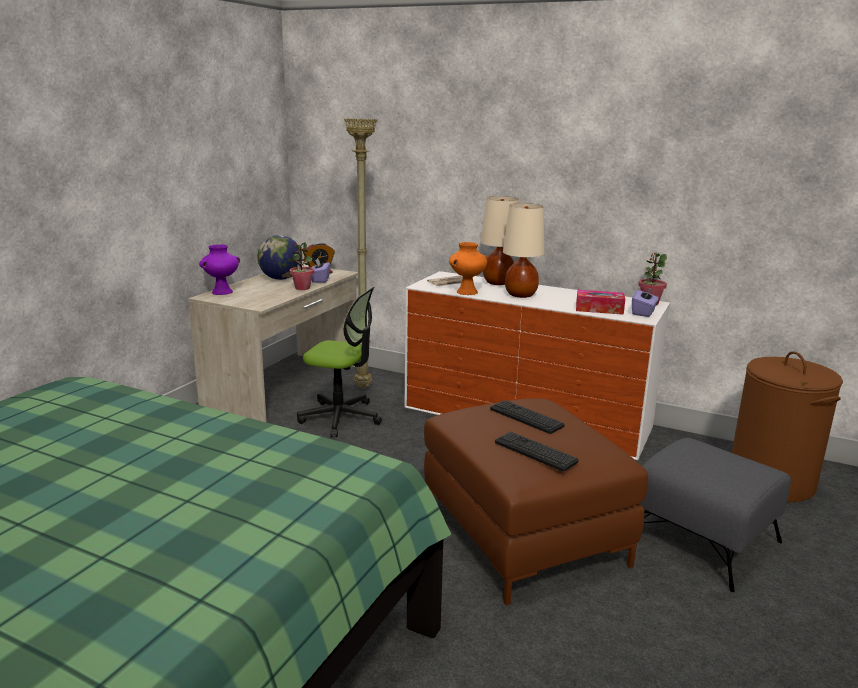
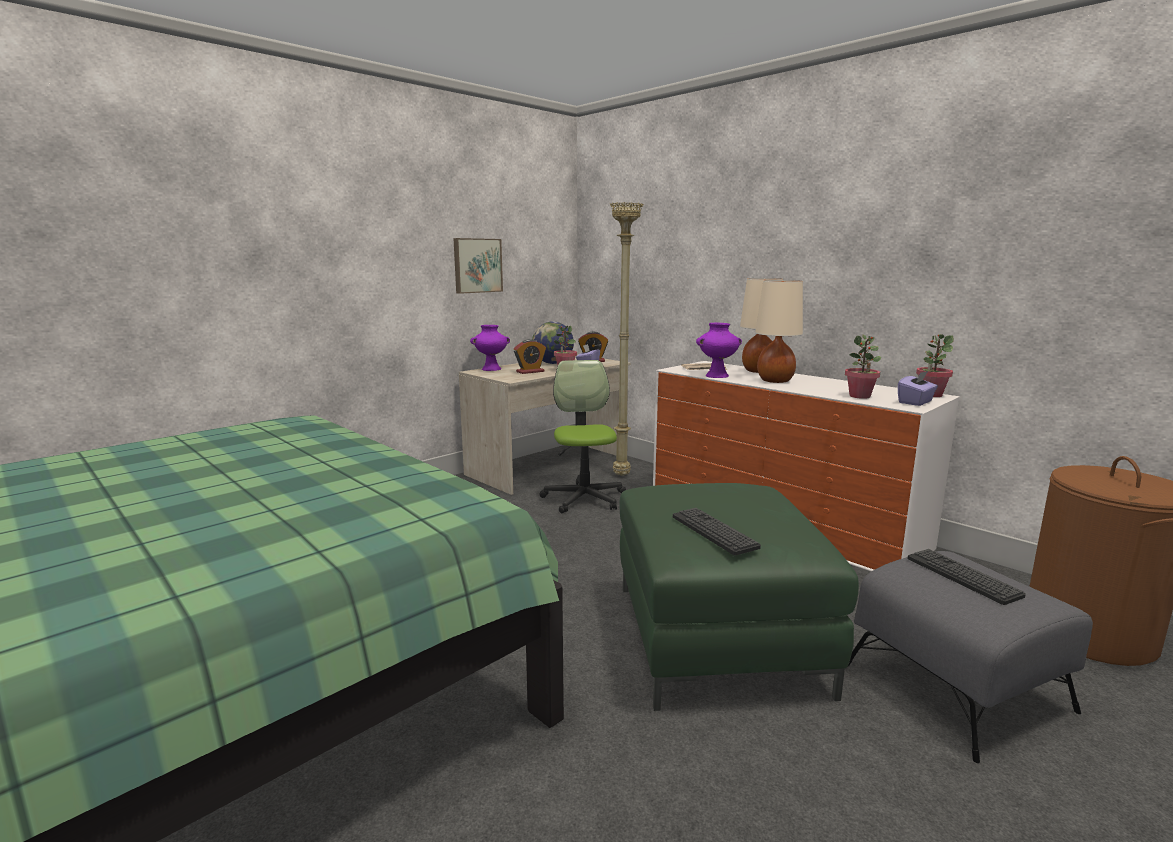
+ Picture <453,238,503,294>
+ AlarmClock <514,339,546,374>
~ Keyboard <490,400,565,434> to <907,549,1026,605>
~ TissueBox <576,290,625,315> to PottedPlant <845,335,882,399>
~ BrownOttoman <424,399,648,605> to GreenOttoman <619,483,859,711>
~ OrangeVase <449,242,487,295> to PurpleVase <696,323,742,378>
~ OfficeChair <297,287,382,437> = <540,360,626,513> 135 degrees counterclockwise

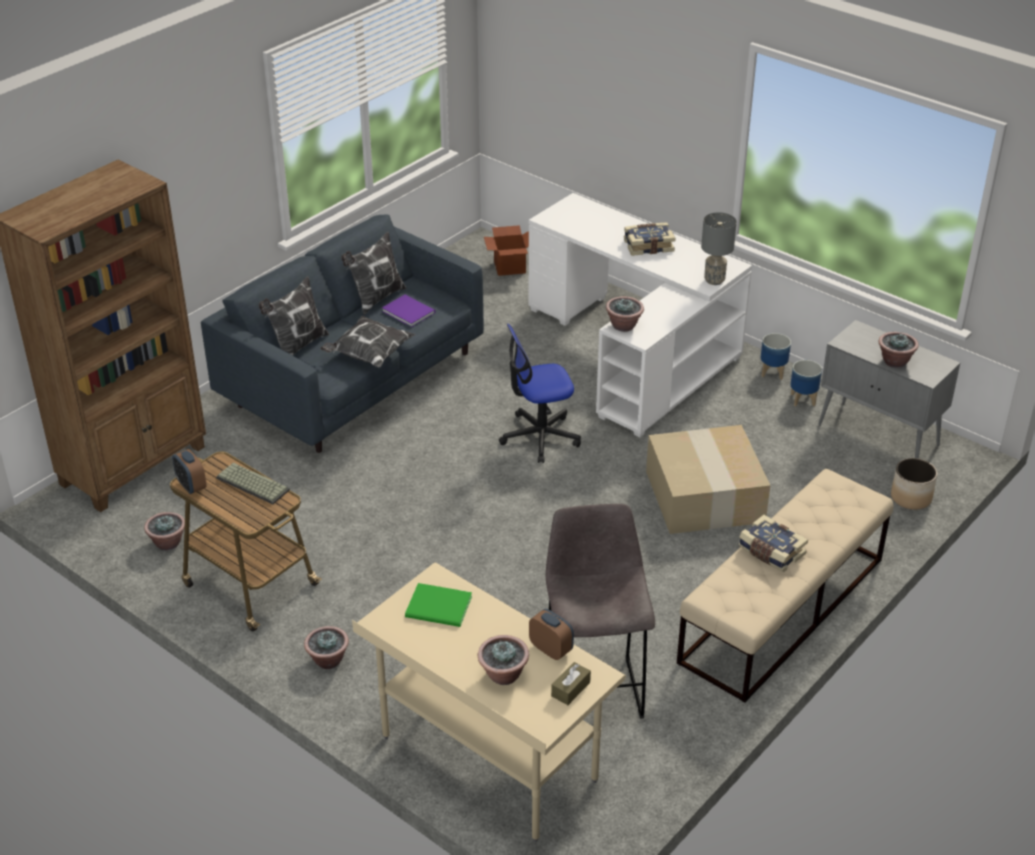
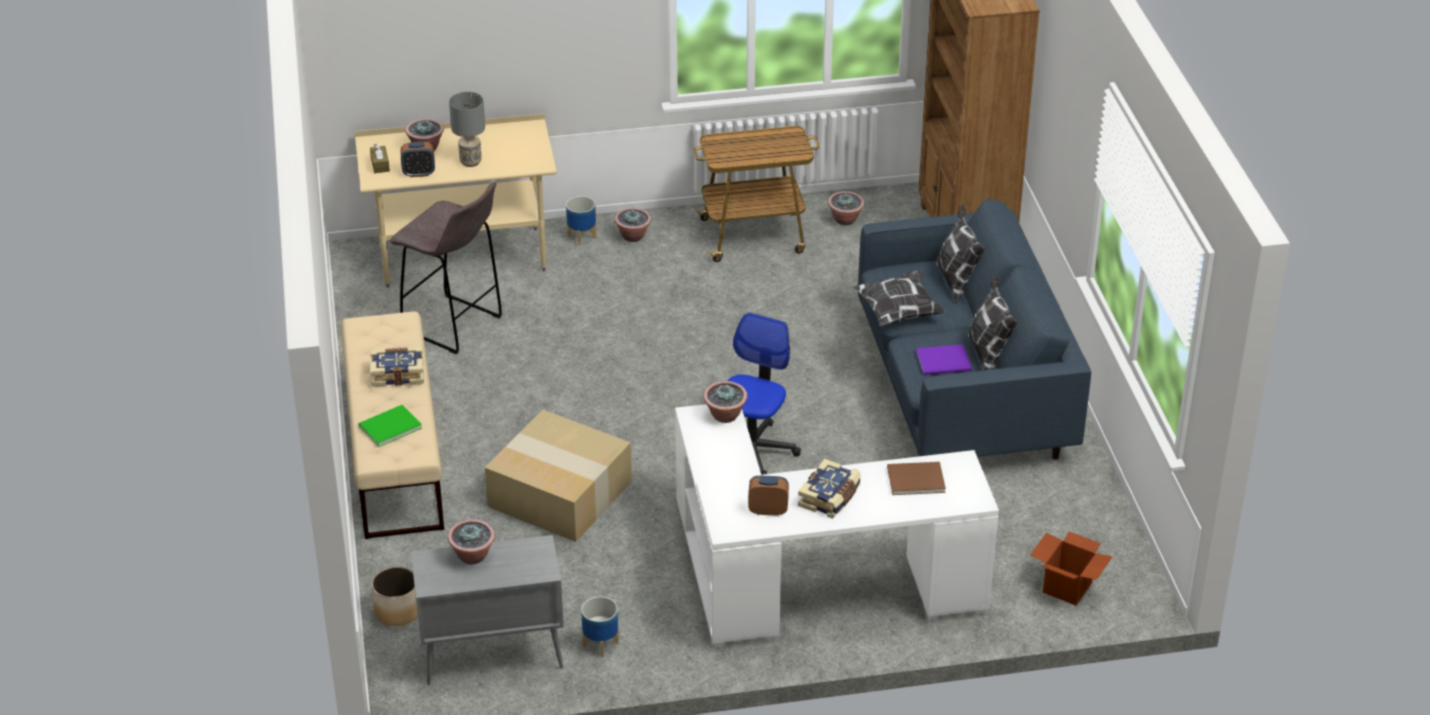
- Keyboard <216,463,290,504>
+ BrownBook <887,462,946,495>
~ AlarmClock <172,449,207,494> to <748,476,789,516>
~ GreenBook <405,583,472,627> to <358,405,422,447>
~ GreyTableLamp <701,212,737,285> to <449,92,485,167>
~ Planter <760,333,791,380> to <566,196,596,245>

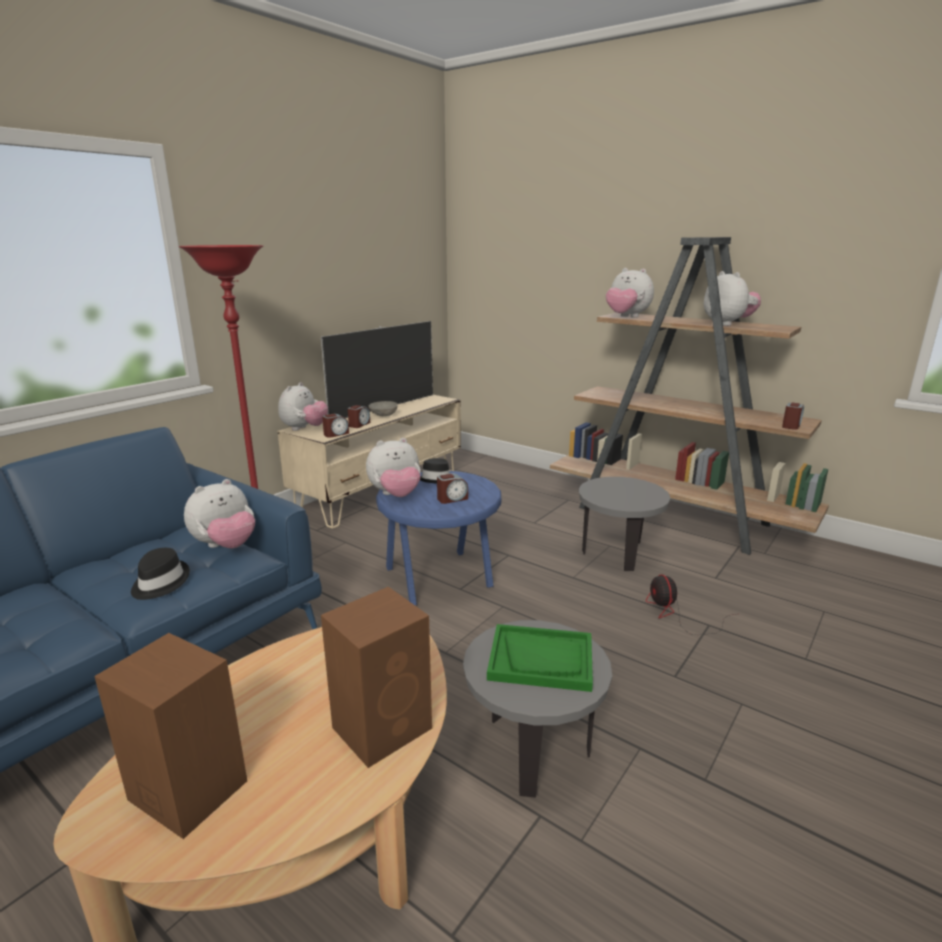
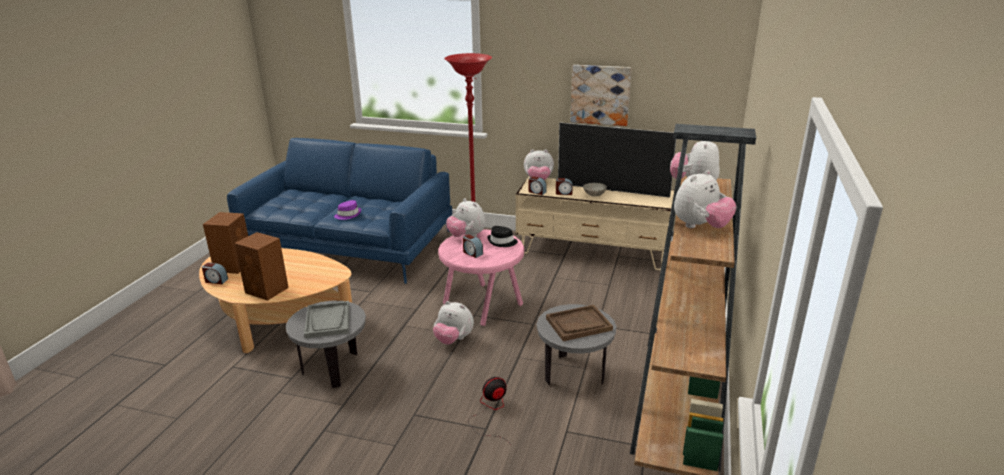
+ BrownTray <546,305,613,341>
+ Picture <570,65,632,126>
~ PlushToy <184,479,255,548> to <433,301,474,345>
~ AlarmClock <782,402,804,430> to <202,263,228,284>
~ BlackHat <131,548,190,600> to PurpleHat <334,200,361,220>
~ BlueSideTable <376,471,501,605> to PinkSideTable <438,230,524,326>
~ GreenTray <487,624,593,692> to GreyTray <304,301,349,338>

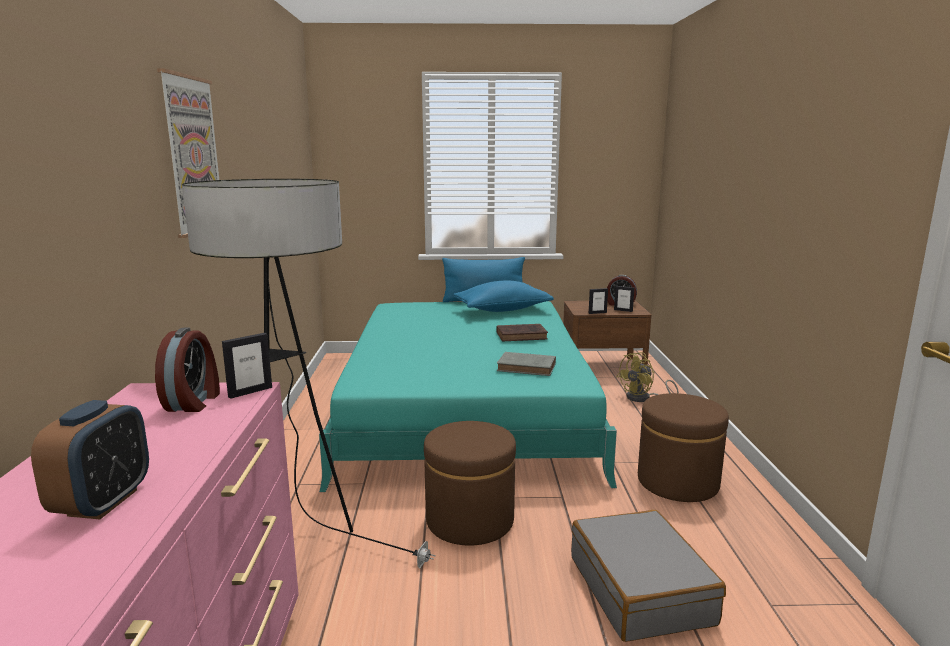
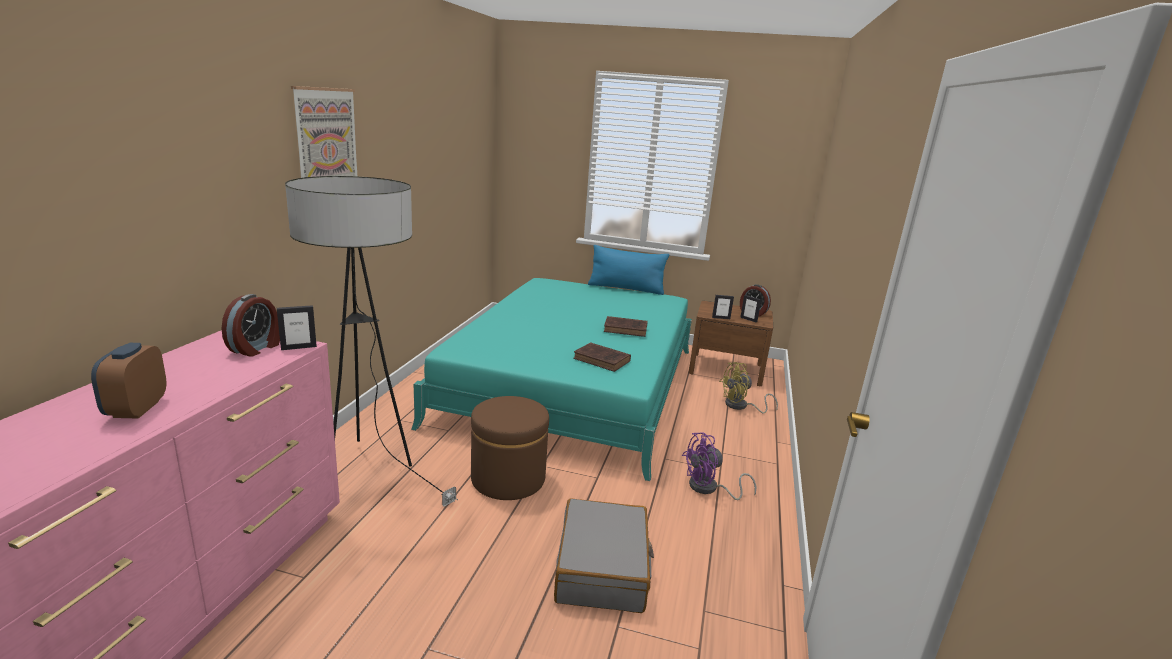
- BluePillow <453,280,554,312>
~ BrownOttoman <638,393,729,502> to PurpleFan <682,433,757,500>
~ GreyBook <497,352,556,376> to BrownBook <573,342,631,372>
~ AlarmClock <31,400,149,519> = <91,343,166,419> 150 degrees clockwise

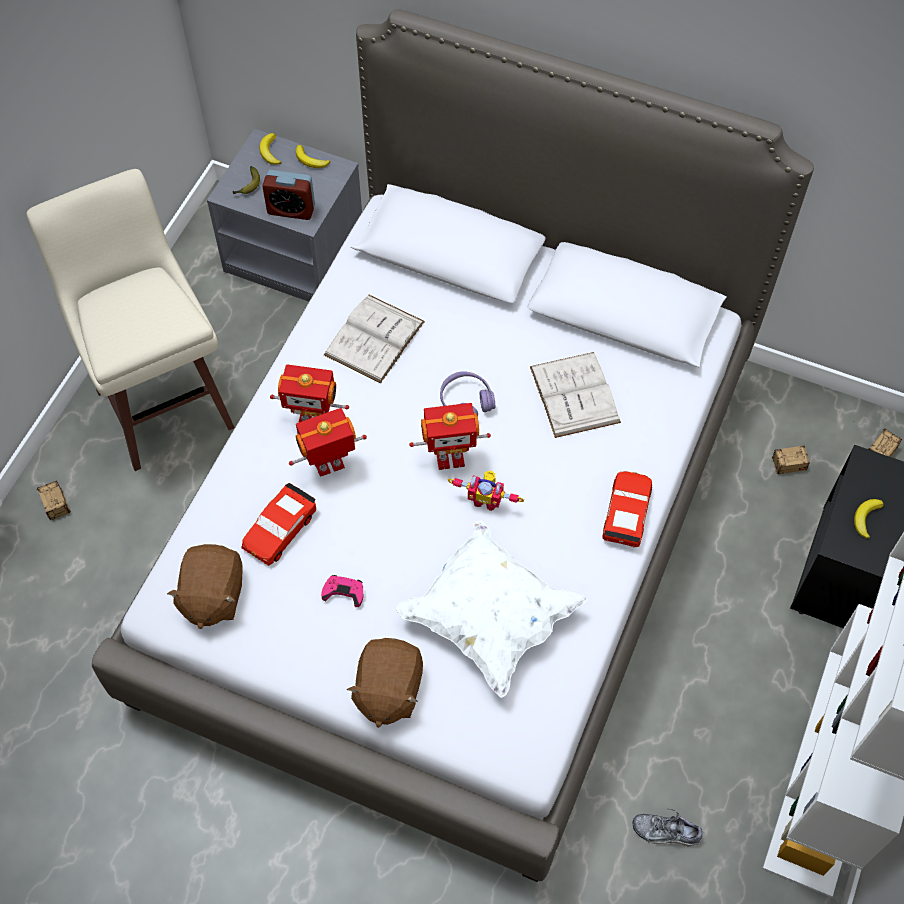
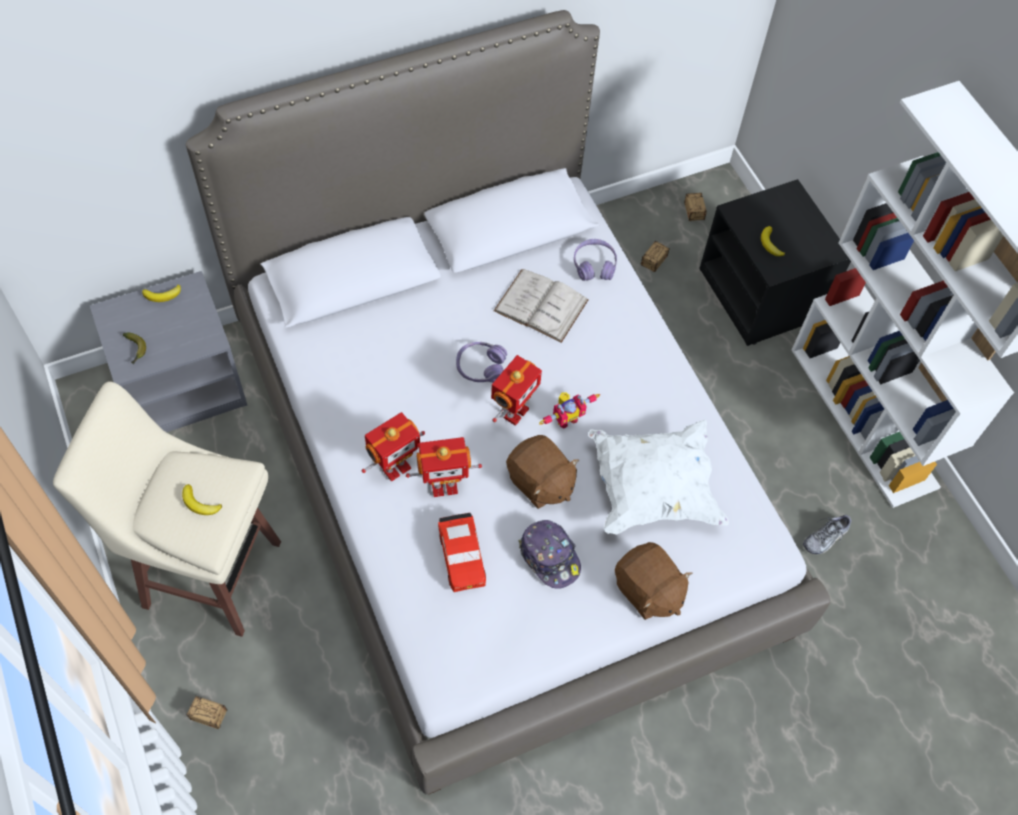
- AlarmClock <262,170,315,220>
- WhiteBook <324,295,425,383>
- RedToyCar <602,471,652,547>
+ PurpleHeadphones <574,239,617,281>
~ BrownPlushToy <167,544,243,629> to <506,435,579,509>
~ Banana <259,133,282,165> to <182,484,222,515>
~ PinkGameController <321,575,363,607> to Cap <519,520,581,589>
~ ToyRobot <289,408,367,477> = <406,437,482,497> 120 degrees counterclockwise

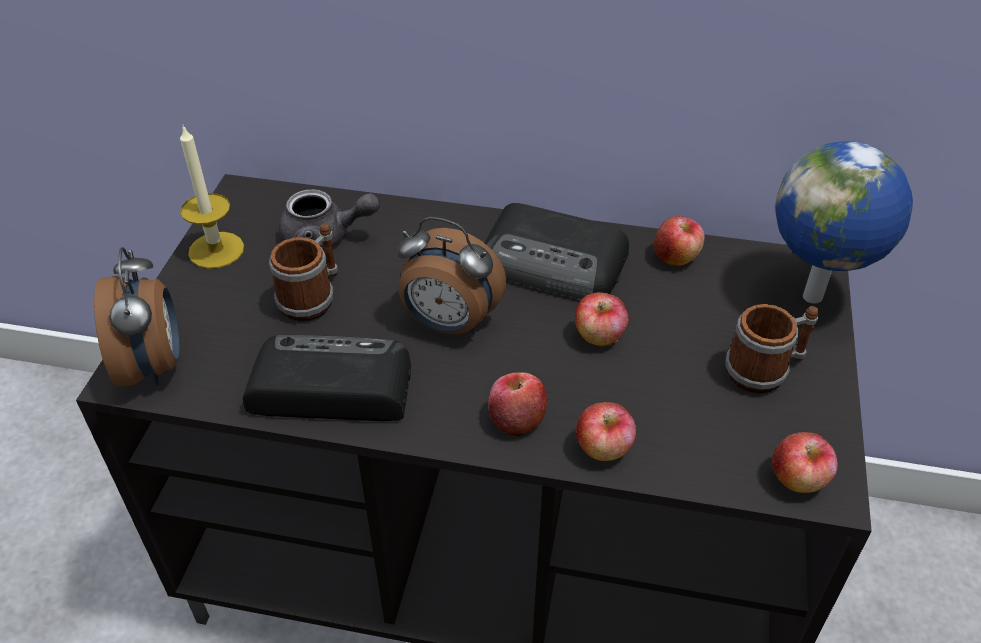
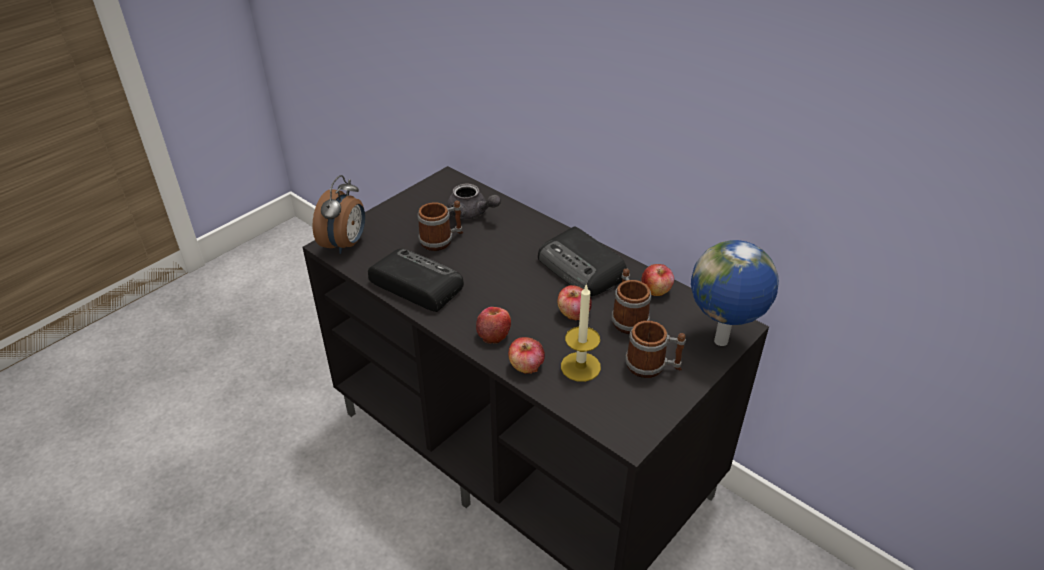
- AlarmClock <397,217,507,334>
- Apple <772,432,838,493>
+ Mug <611,268,651,334>
~ Candle <180,125,244,269> to <561,284,601,382>

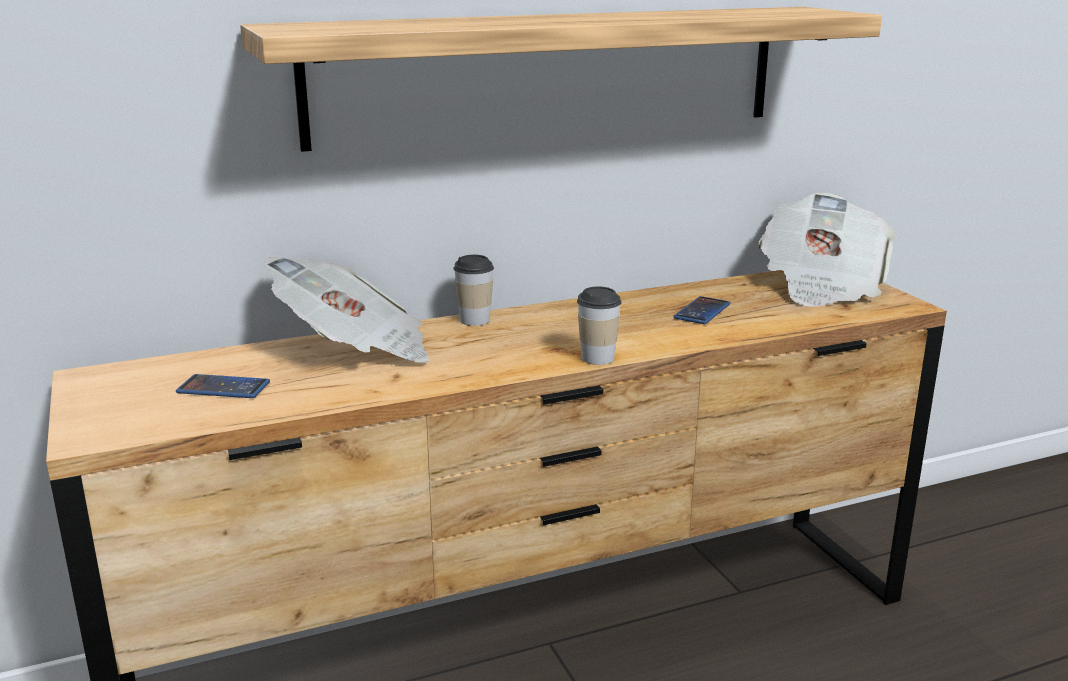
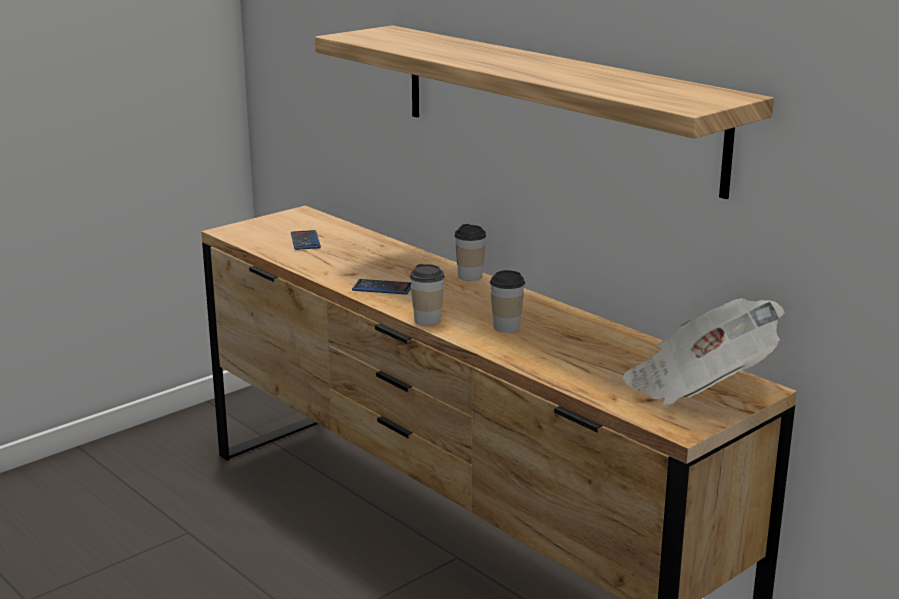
- Newspaper <265,257,429,363>
+ Cup <490,270,525,333>
~ Phone <673,296,731,324> to <352,279,411,294>

